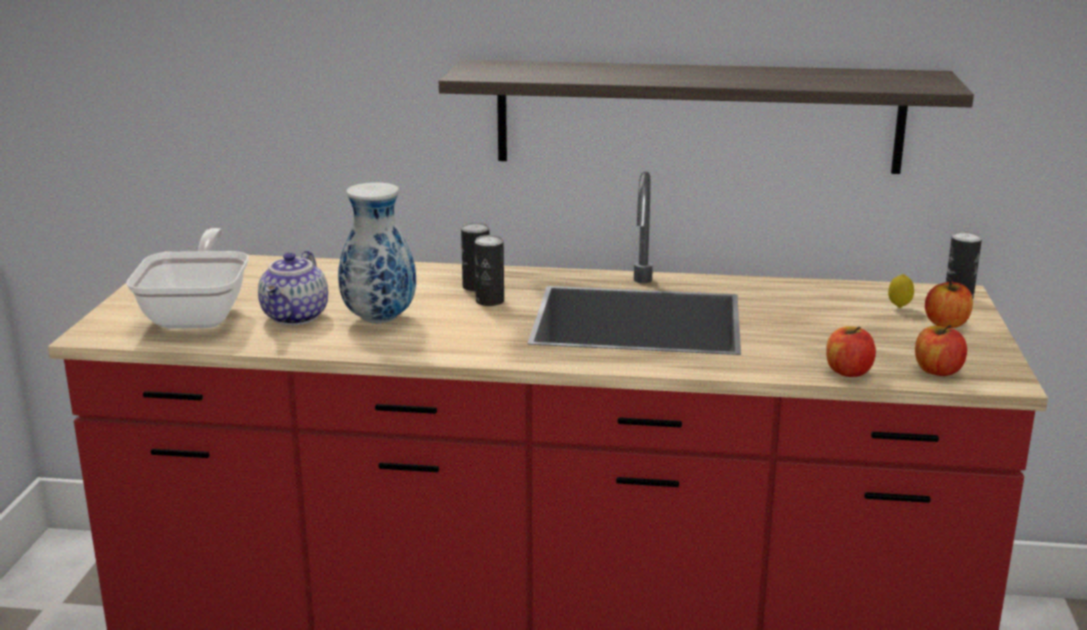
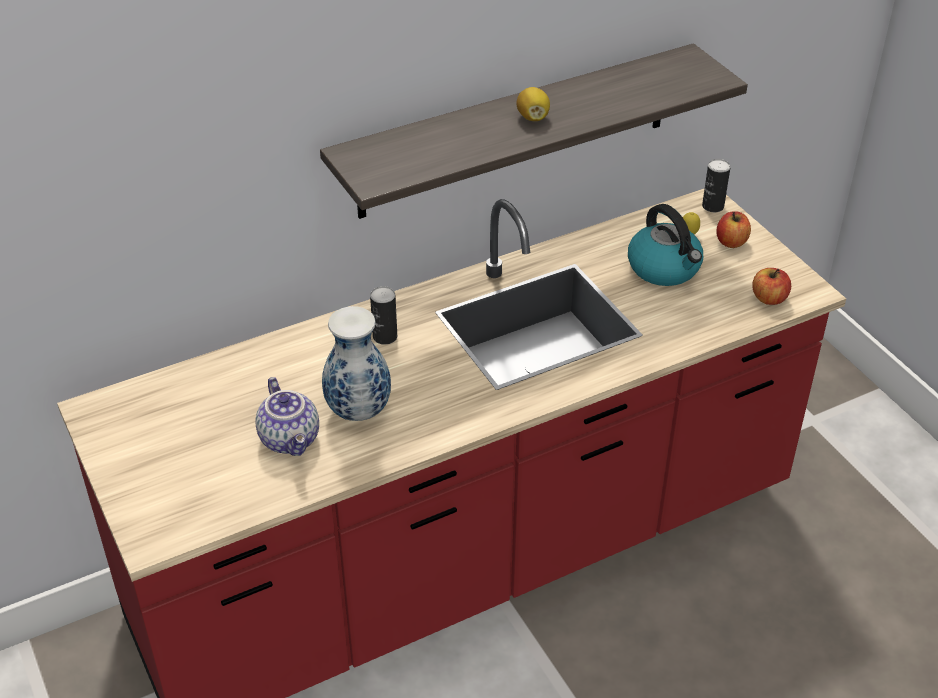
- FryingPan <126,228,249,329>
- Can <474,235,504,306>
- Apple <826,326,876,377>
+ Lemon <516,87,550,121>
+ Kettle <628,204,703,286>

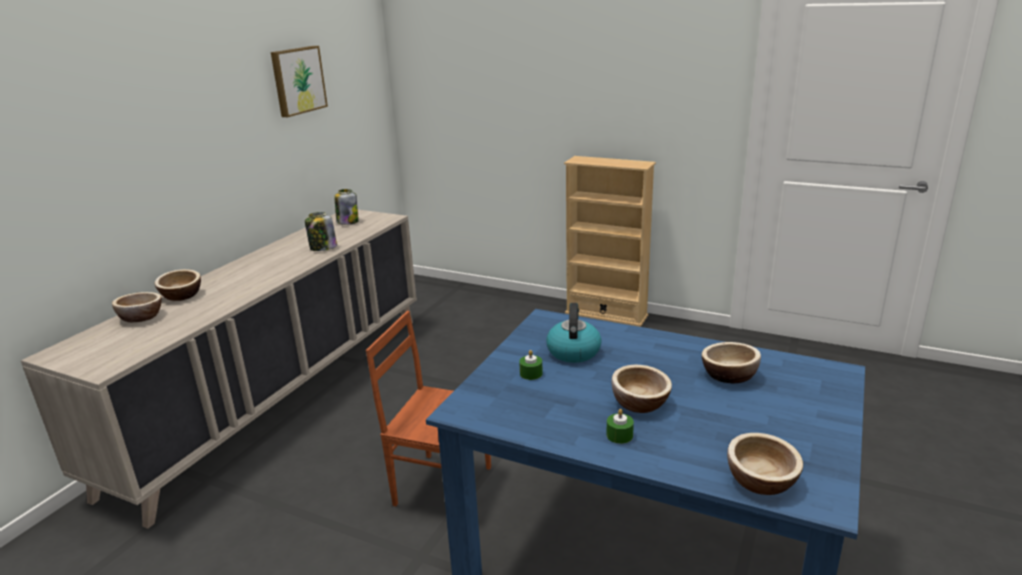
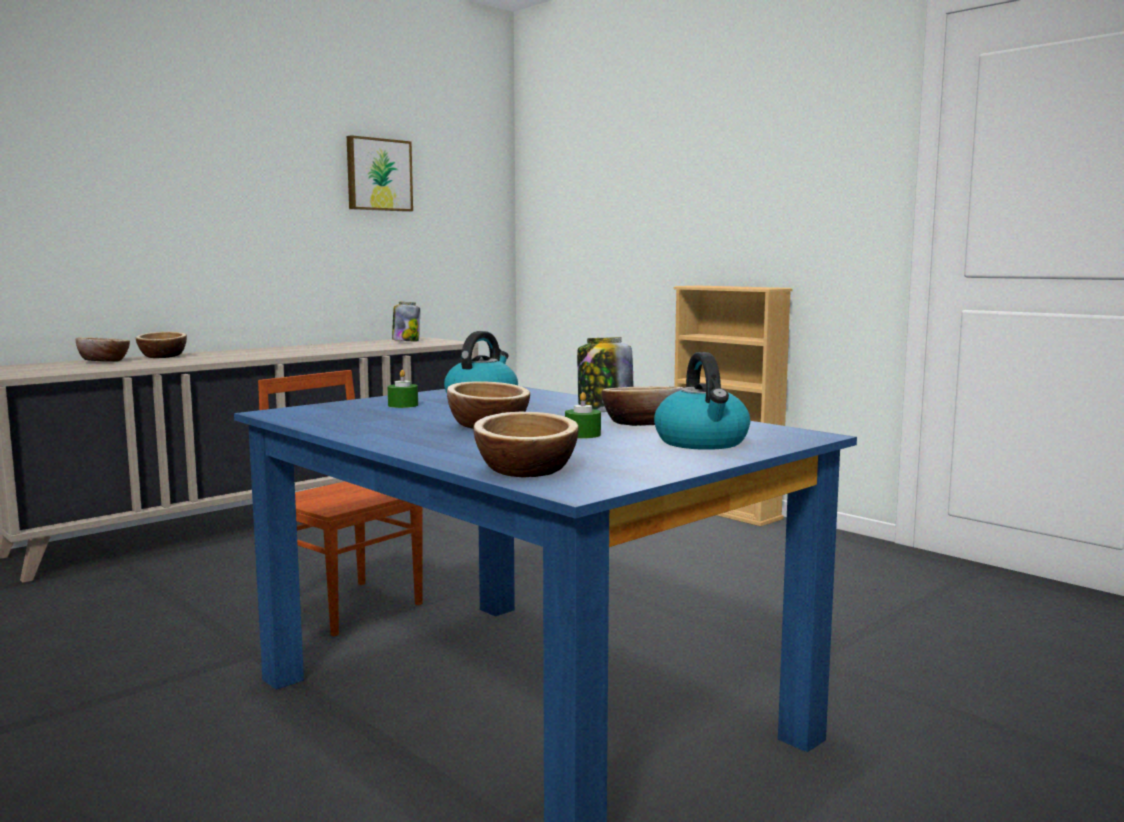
+ Kettle <654,352,750,450>
~ Jar <305,212,337,251> to <577,337,634,412>
~ GreenCandle <606,409,634,444> to <565,392,601,438>

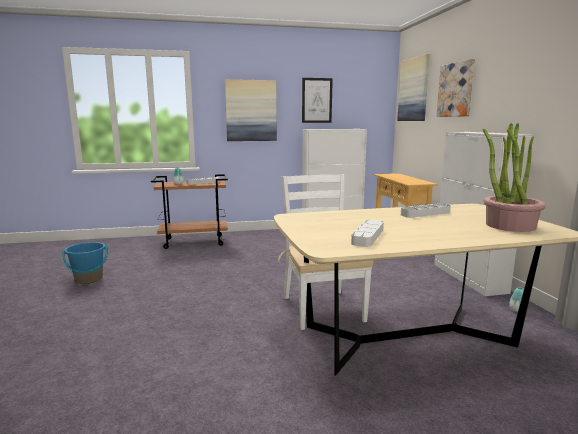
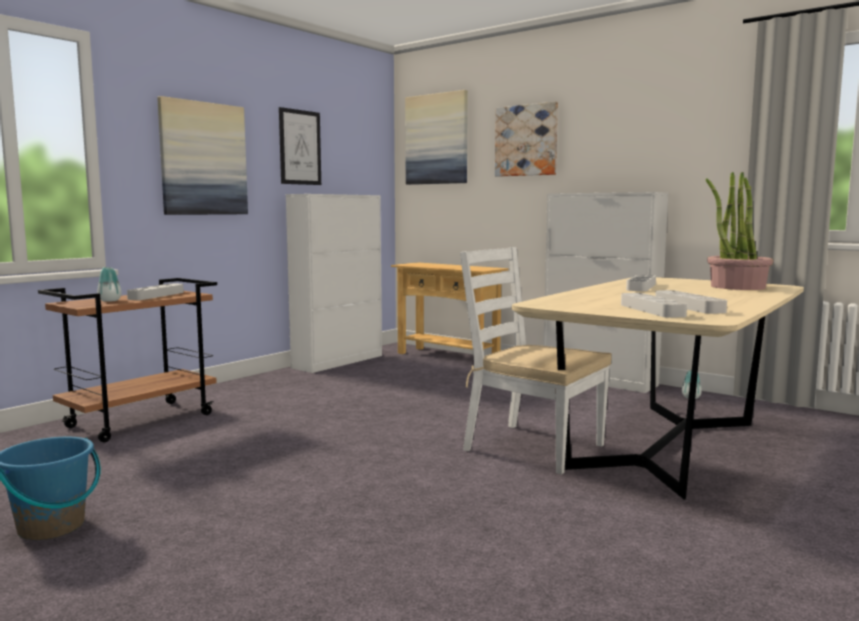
+ GreyTray <621,293,687,318>

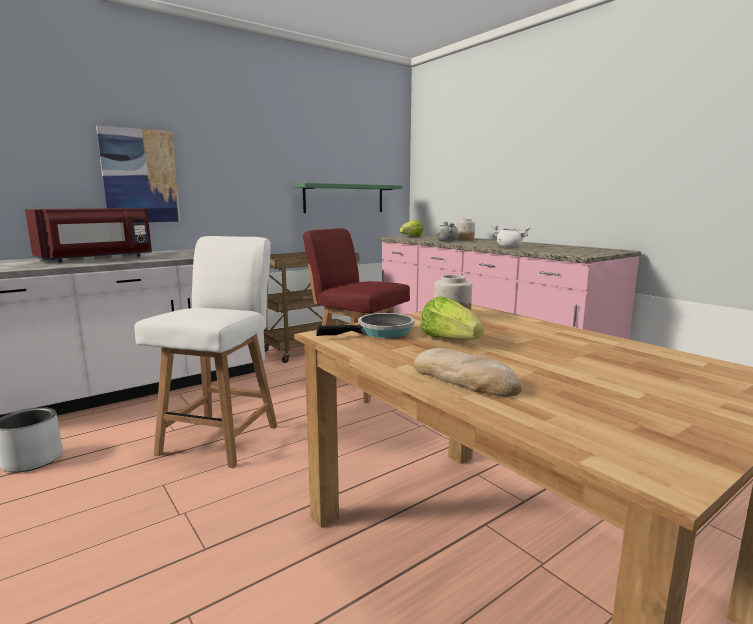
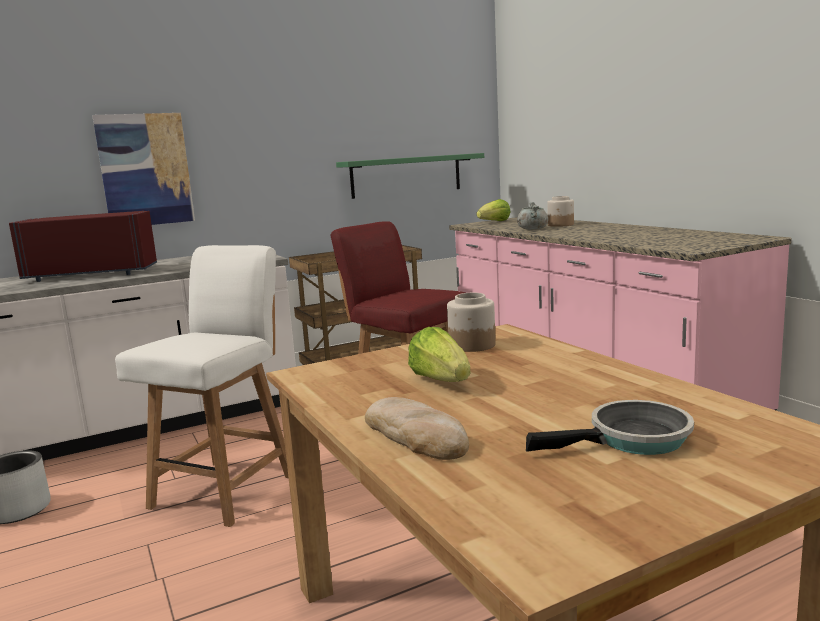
- WhiteCookingPot <491,225,530,248>
~ FryingPan <316,313,414,338> to <526,400,694,455>
~ RedMicrowave <25,208,152,263> = <9,211,157,282> 150 degrees counterclockwise

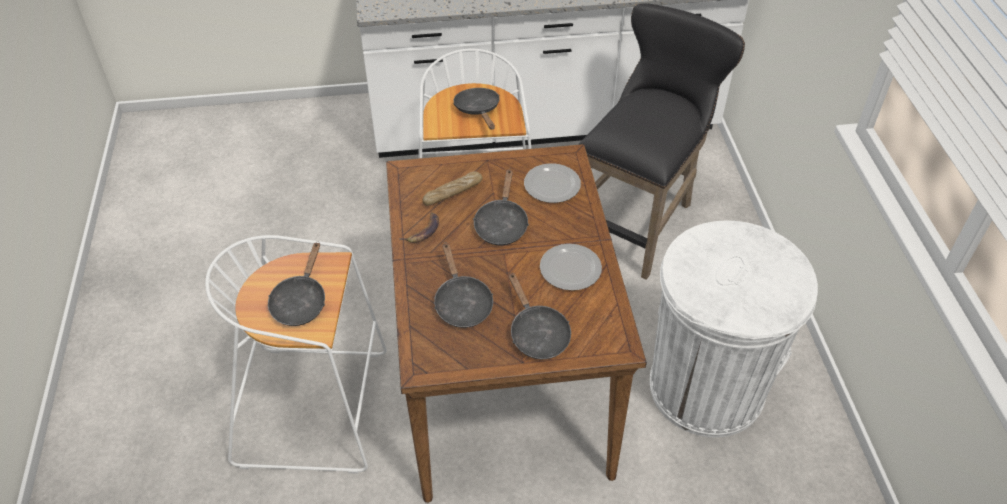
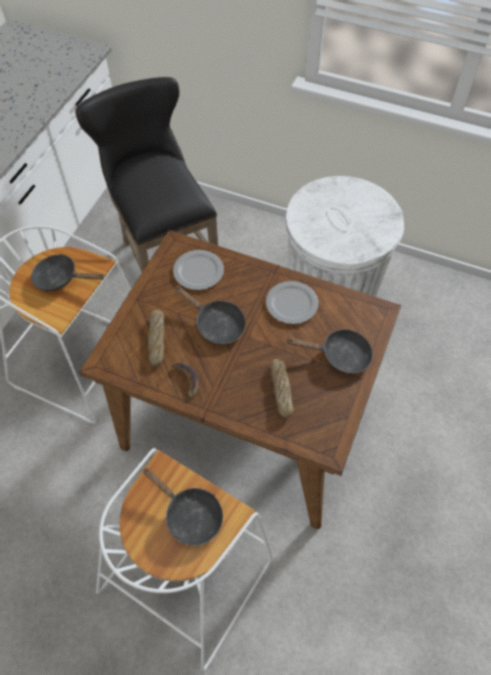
~ BlackFryingPan <434,242,493,328> to Bread <270,359,294,418>

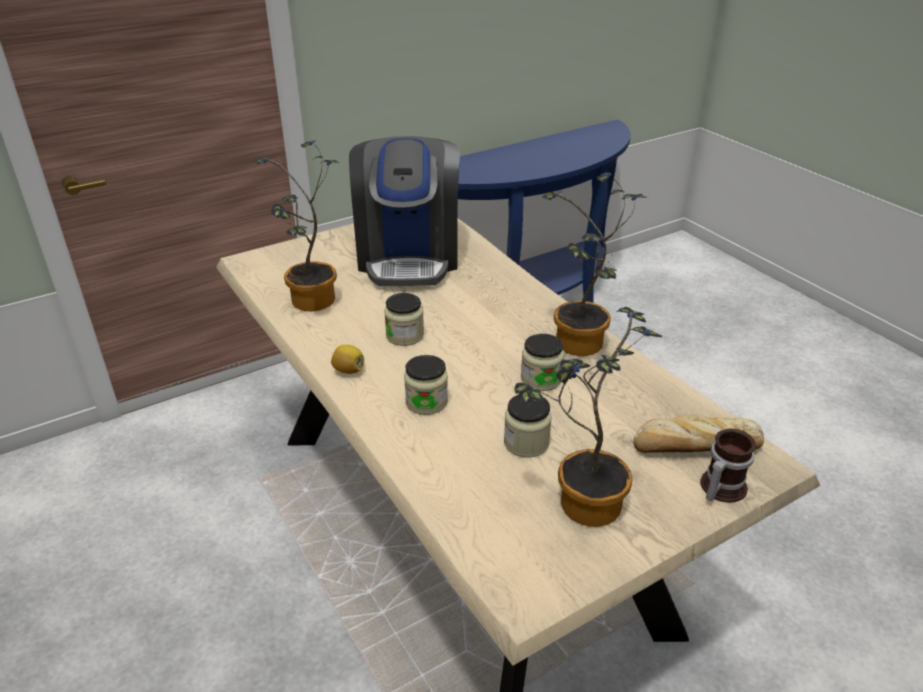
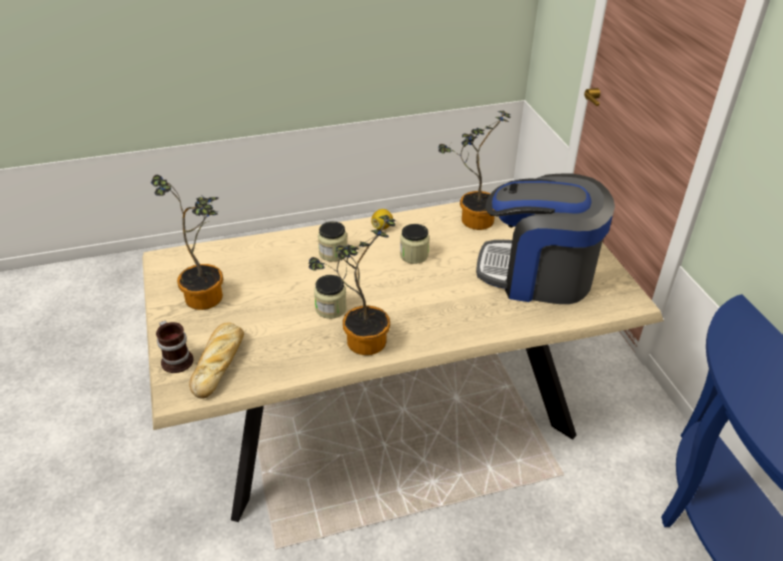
- Jar <504,395,552,457>

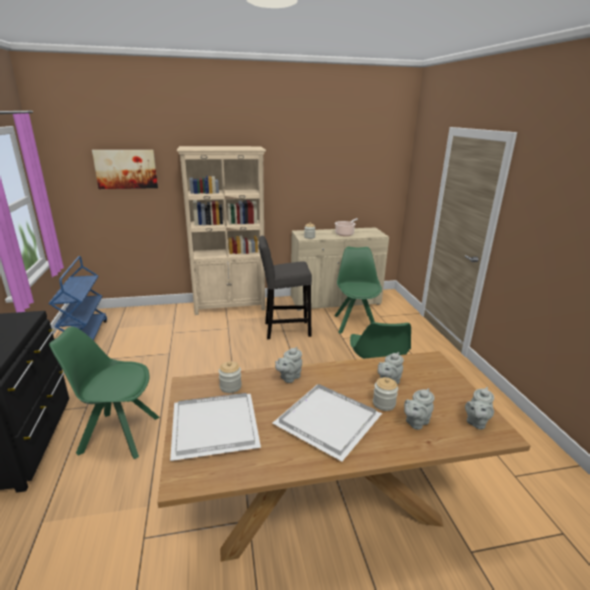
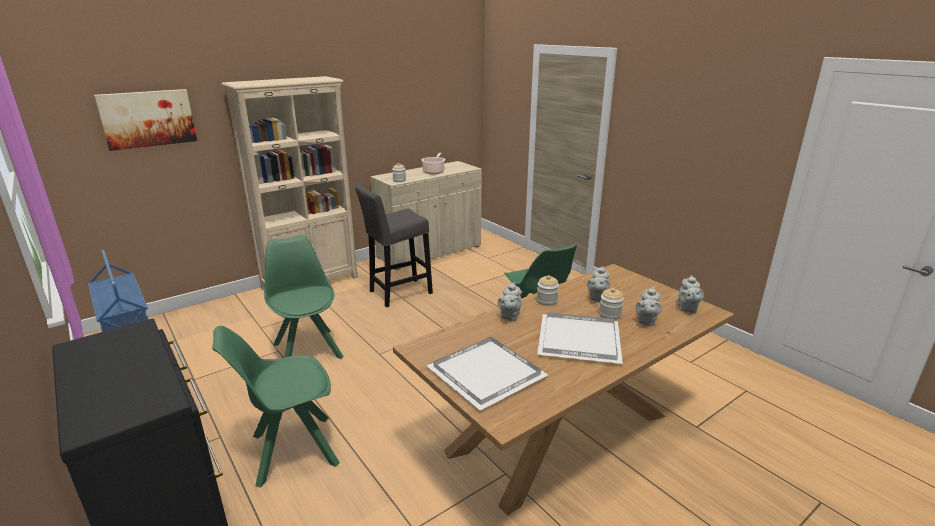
~ Jar <219,361,242,393> to <537,275,559,306>
~ GreenChair <334,247,382,334> to <264,235,344,359>

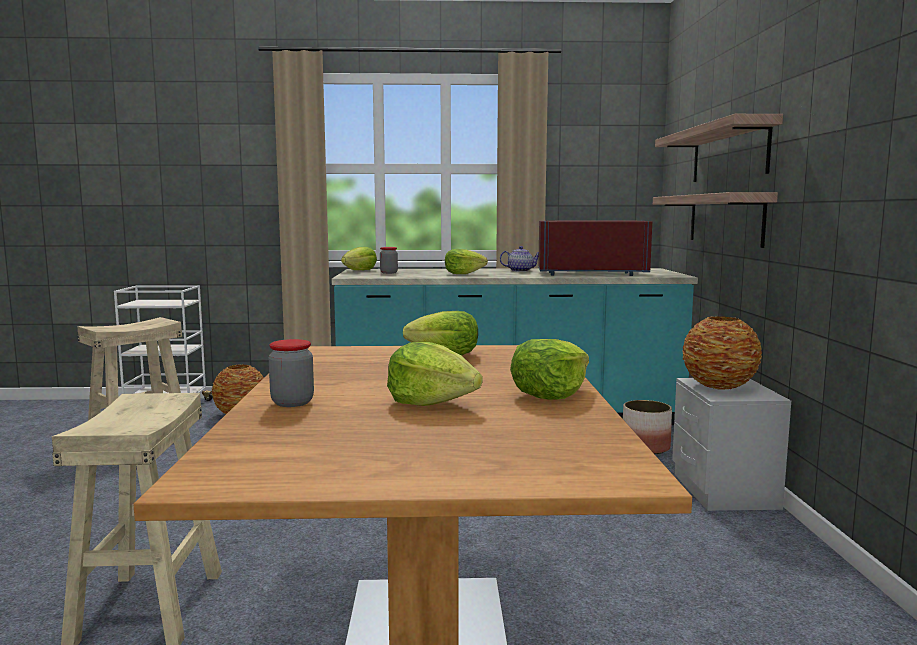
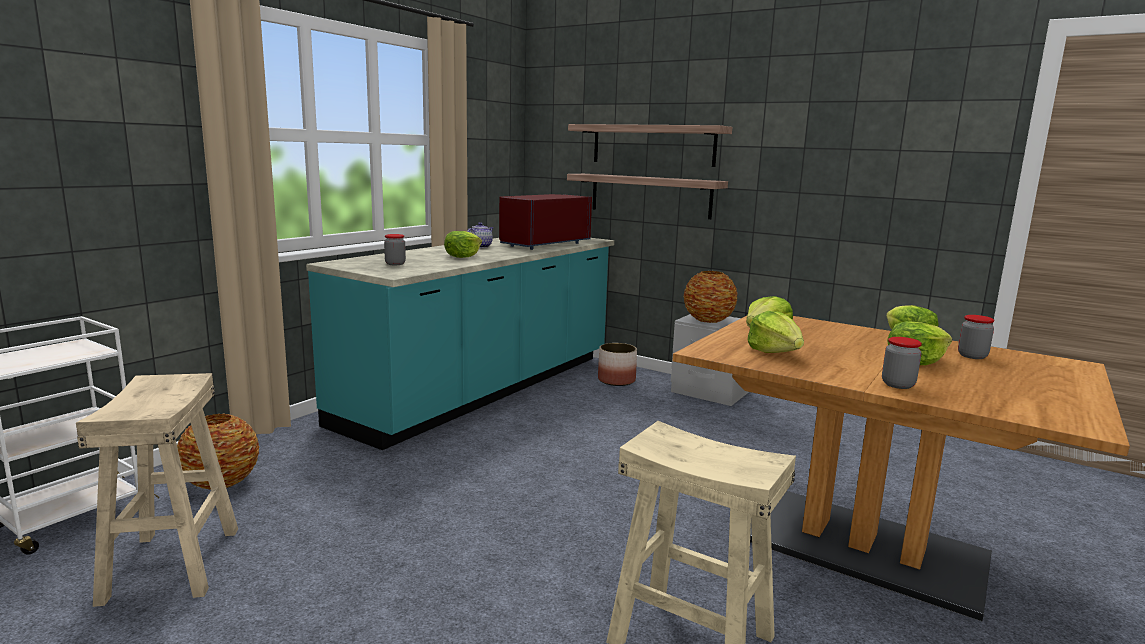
+ Jar <958,315,994,359>
~ Lettuce <341,247,377,270> to <748,311,804,353>

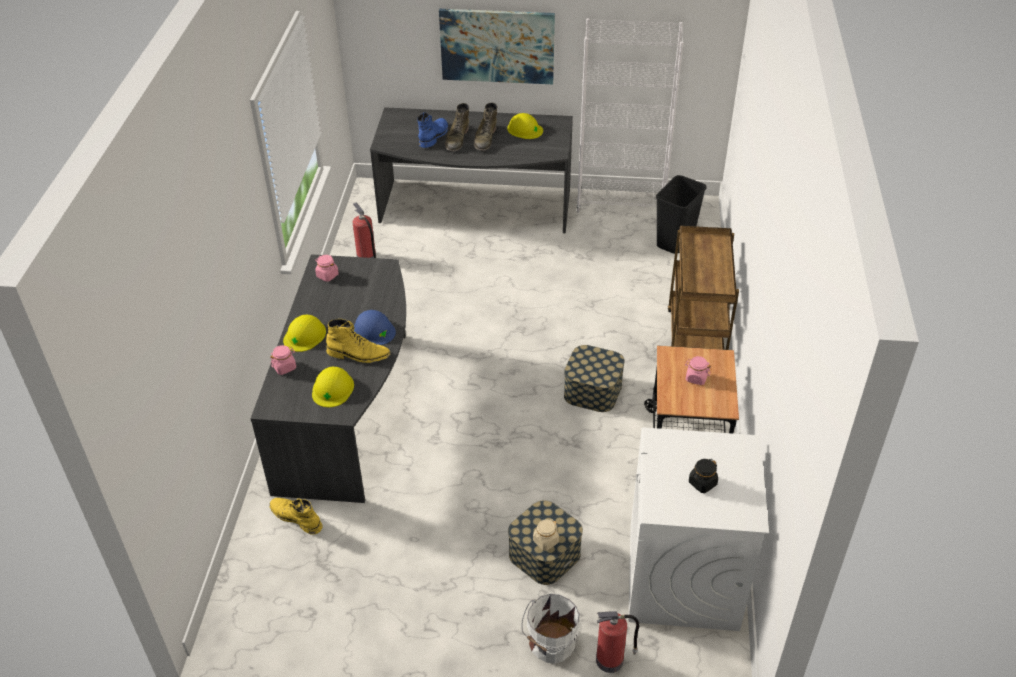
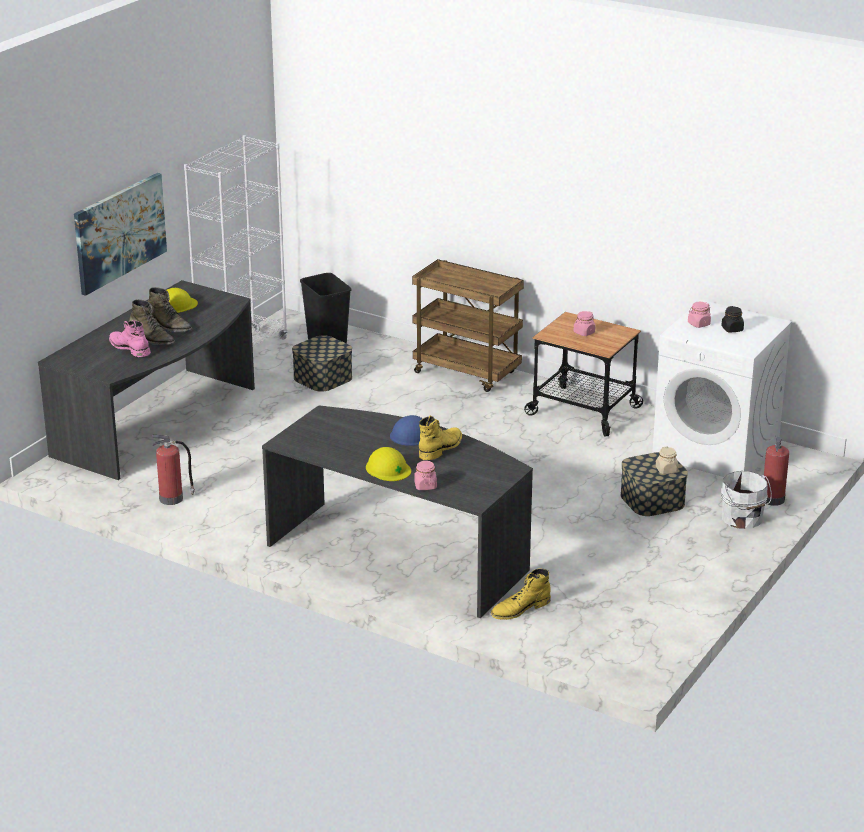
- YellowHardHat <312,367,354,407>
~ PinkJar <315,255,339,282> to <688,302,711,328>
~ StorageBox <564,345,625,412> to <292,335,352,392>
~ BlueBoot <417,112,448,148> to PinkBoot <109,320,151,357>

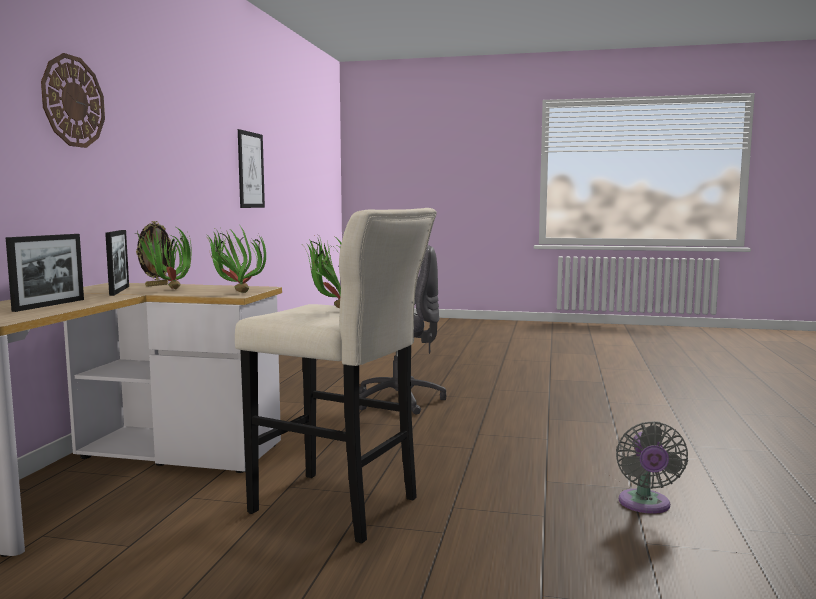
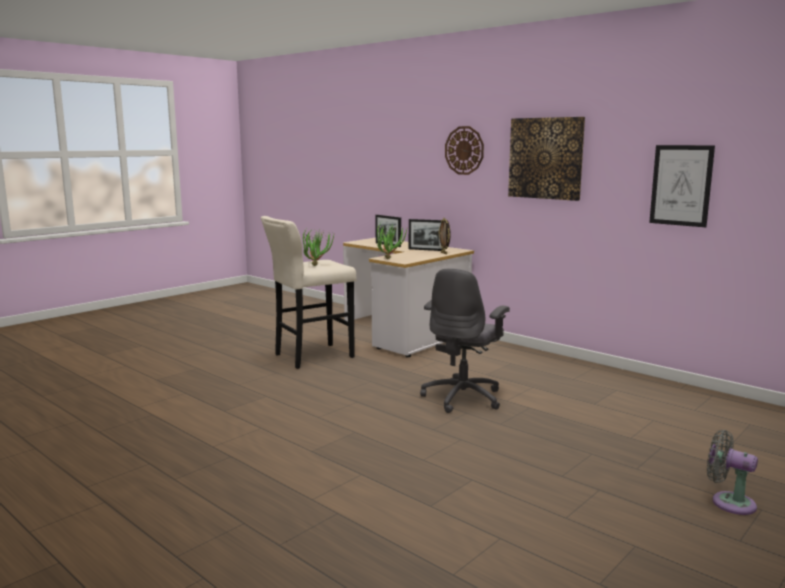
- PottedPlant <133,226,191,290>
+ Picture <508,117,585,201>
~ GreyFan <616,421,688,514> to <707,430,758,515>

